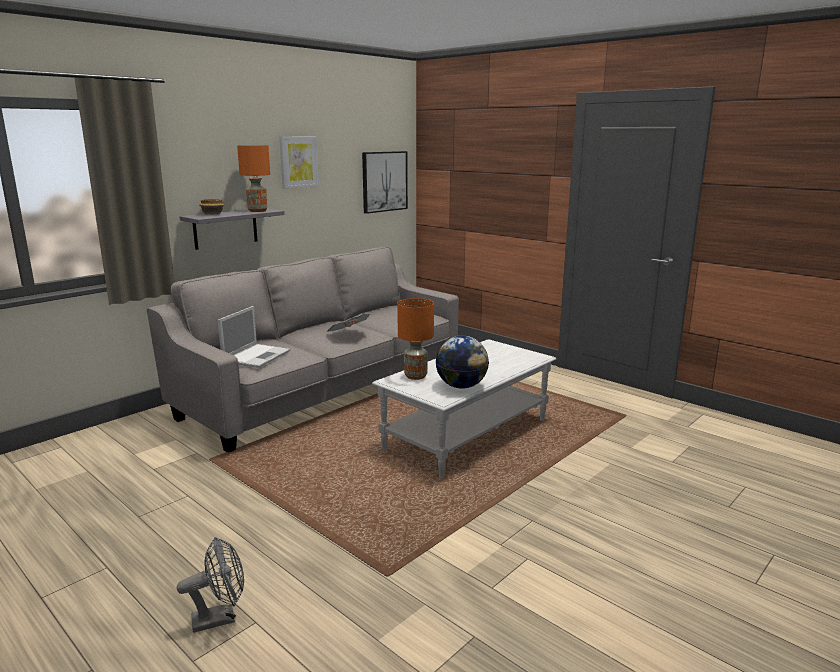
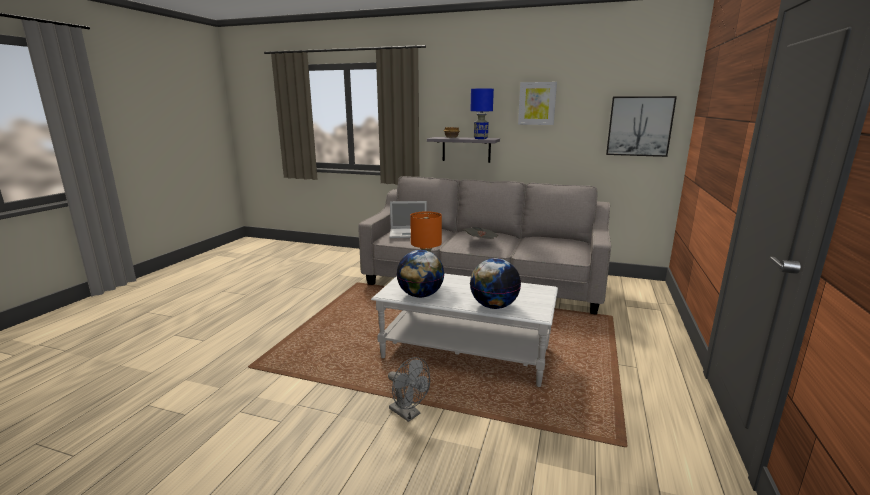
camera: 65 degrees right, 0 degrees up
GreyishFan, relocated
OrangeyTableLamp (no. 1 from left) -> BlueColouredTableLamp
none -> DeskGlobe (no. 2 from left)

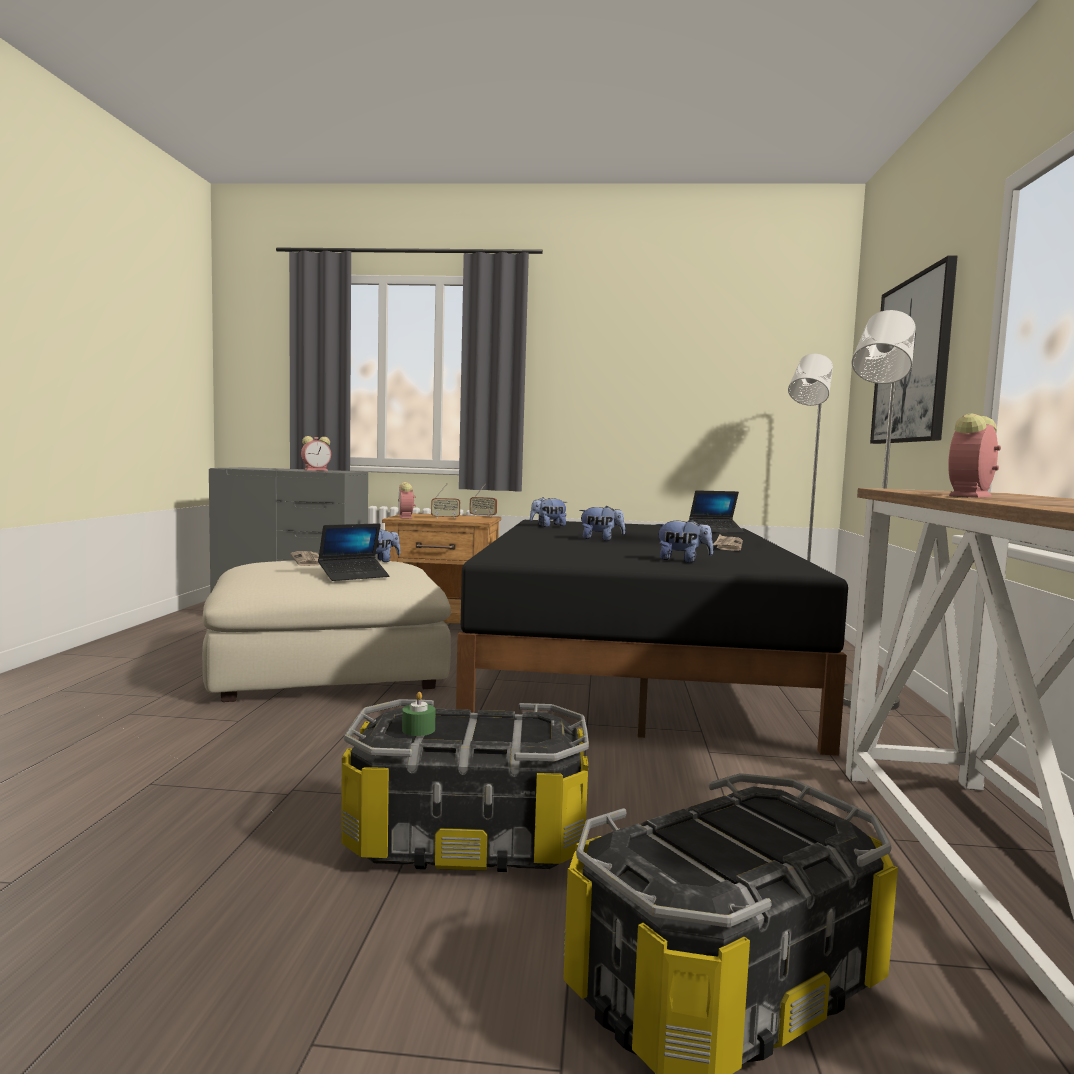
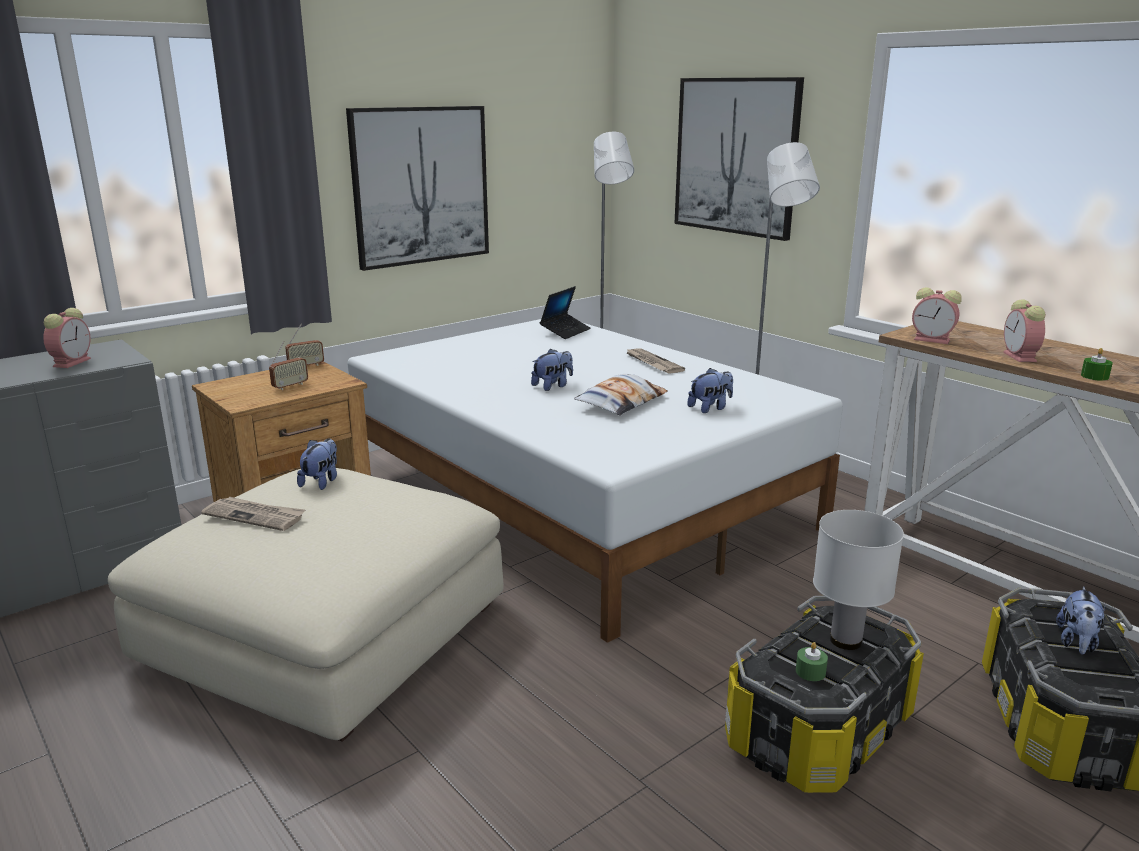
camera: 45 degrees left, 15 degrees up
Laptop (no. 1 from left) -> none
AlarmClock (no. 2 from left), relocated
BlackishBed -> WhiteBed
SoftToy (no. 2 from left in the first image) -> SoftToy (no. 4 from left), relocated
none -> WallPicture (no. 1 from left)
none -> Pillow
none -> WhiteTableLamp
none -> GreenWaxLight (no. 2 from left)

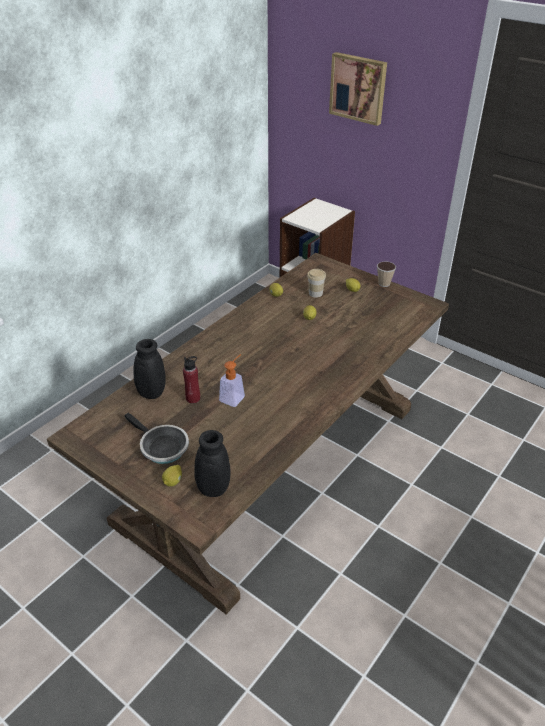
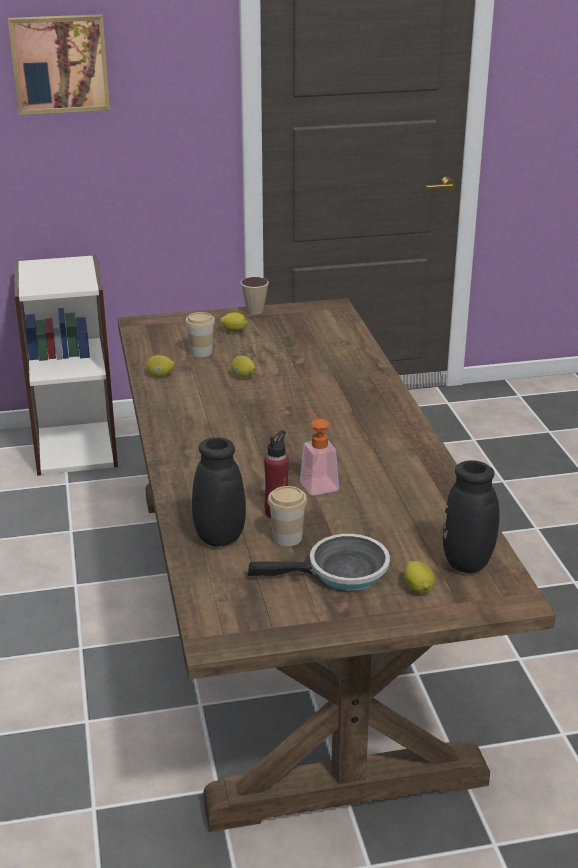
camera: 50 degrees left, 10 degrees down
none -> Cup (no. 3 from left)

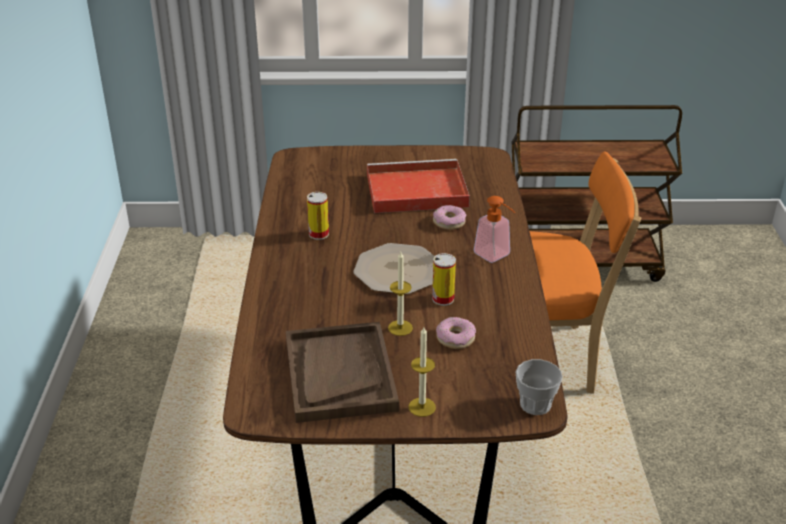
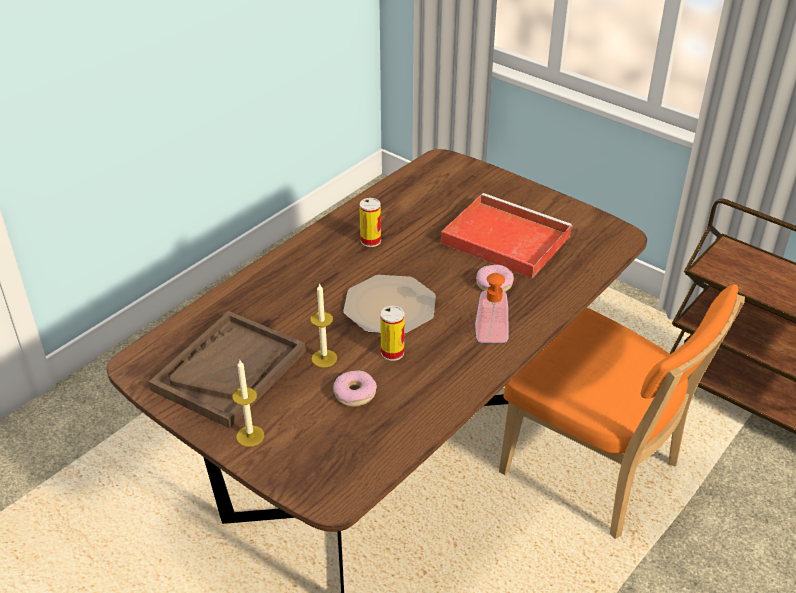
camera: 40 degrees right, 5 degrees up
Cup -> none

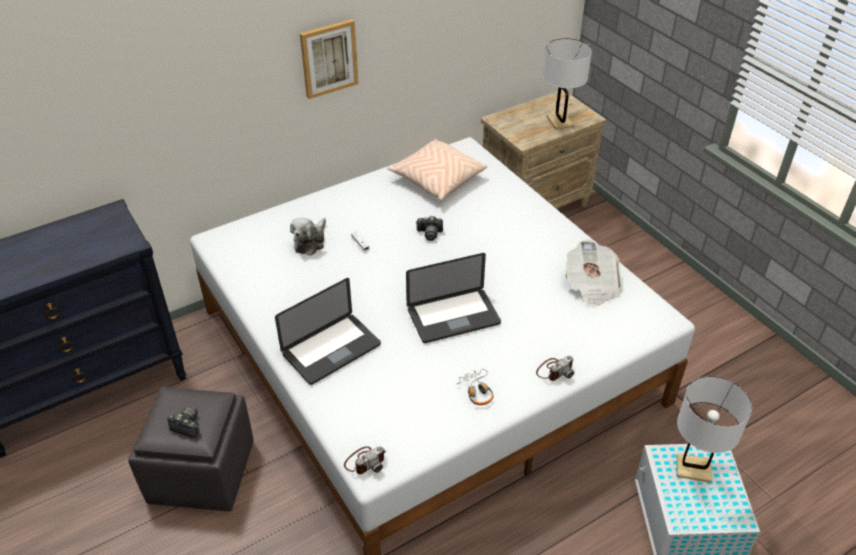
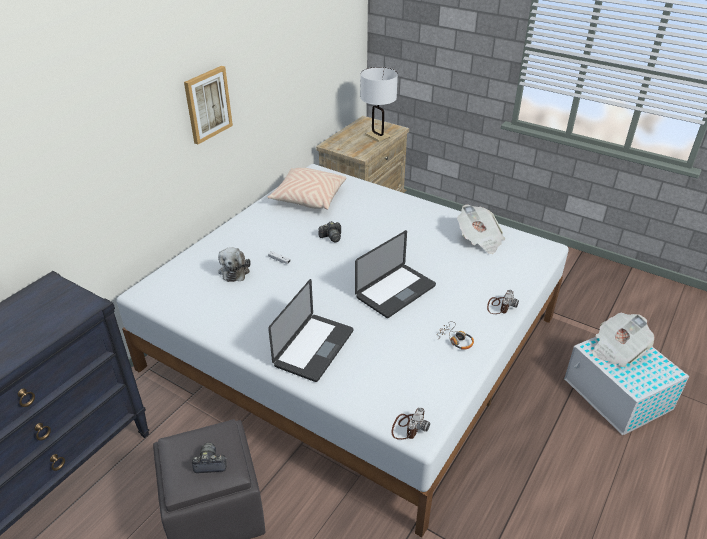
camera: 25 degrees left, 5 degrees down
WhiteTableLamp (no. 2 from left) -> DailyPaper (no. 2 from left)

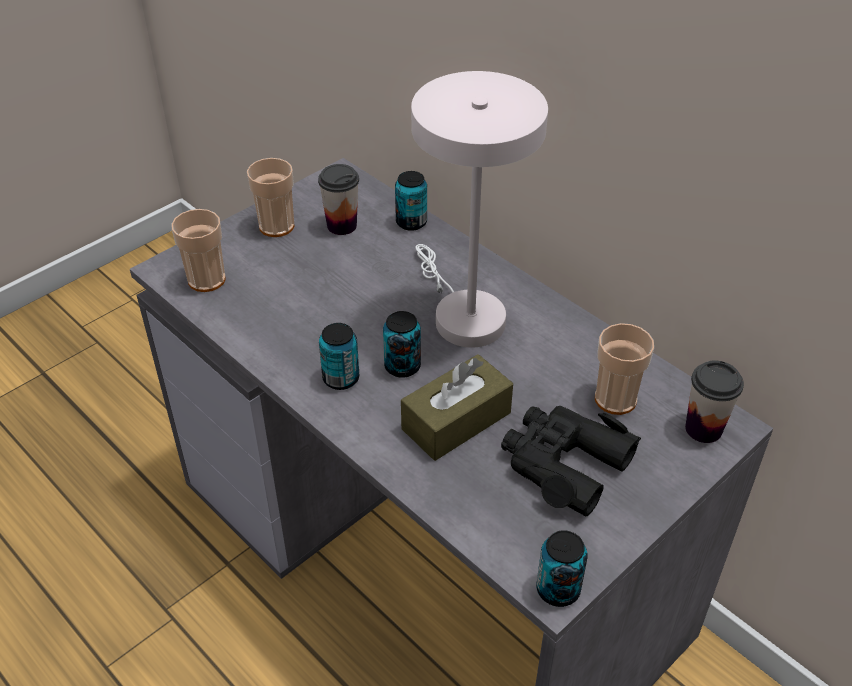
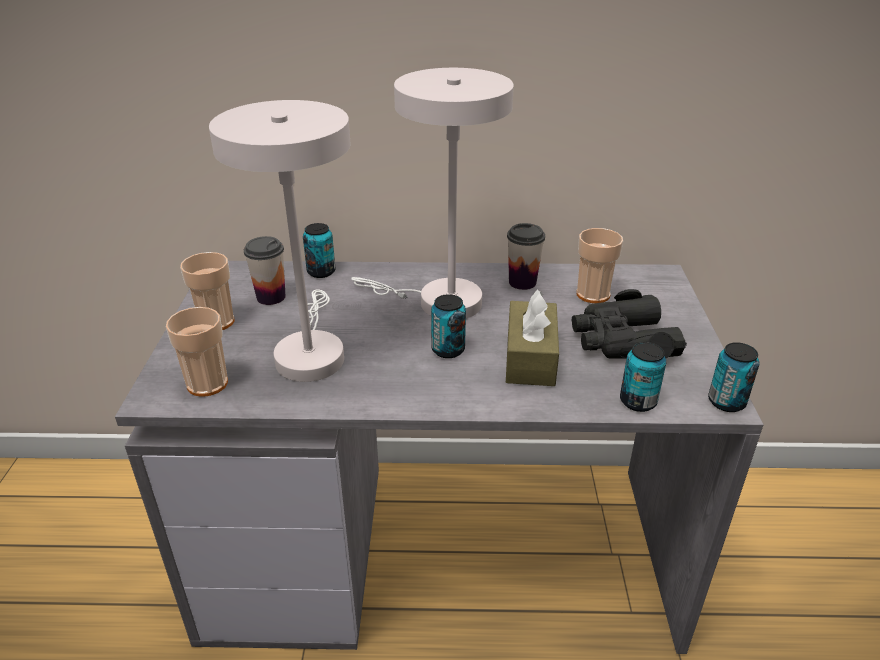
camera: 45 degrees left, 10 degrees down
MetalCan (no. 1 from left in the first image) -> MetalCan (no. 3 from left), relocated
Cup (no. 5 from left in the first image) -> Cup (no. 4 from left), relocated
none -> WhiteTableLamp (no. 1 from left)

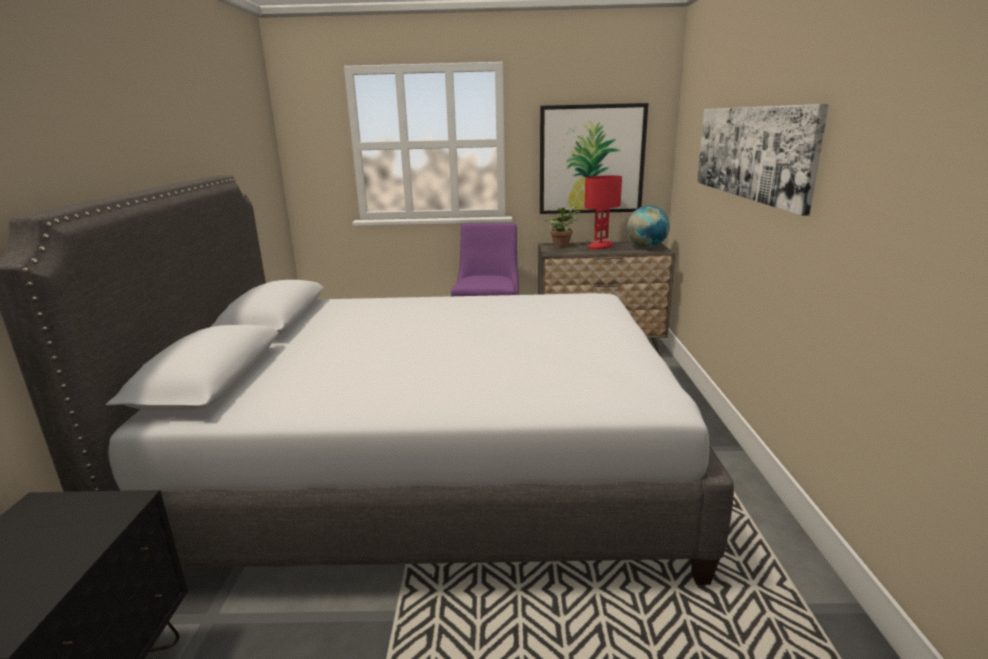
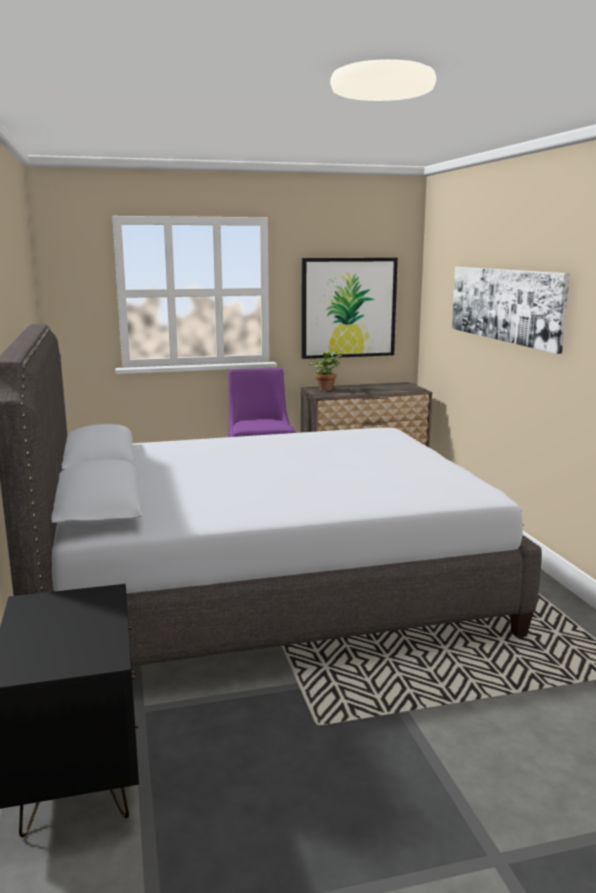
camera: 15 degrees left, 5 degrees down
RedColouredTableLamp -> none
DeskGlobe -> none

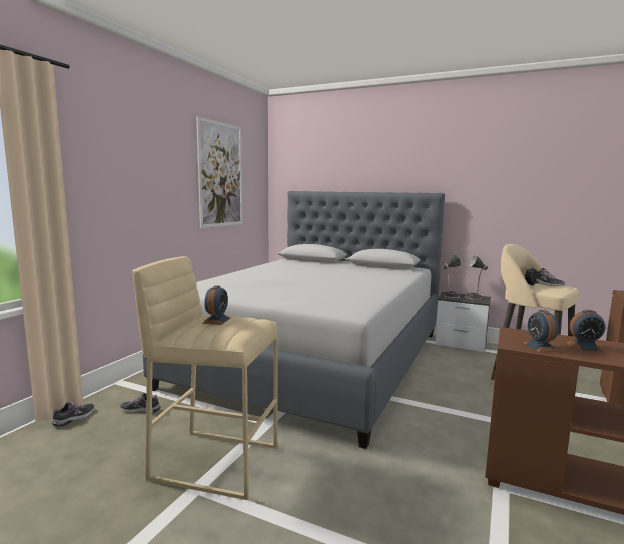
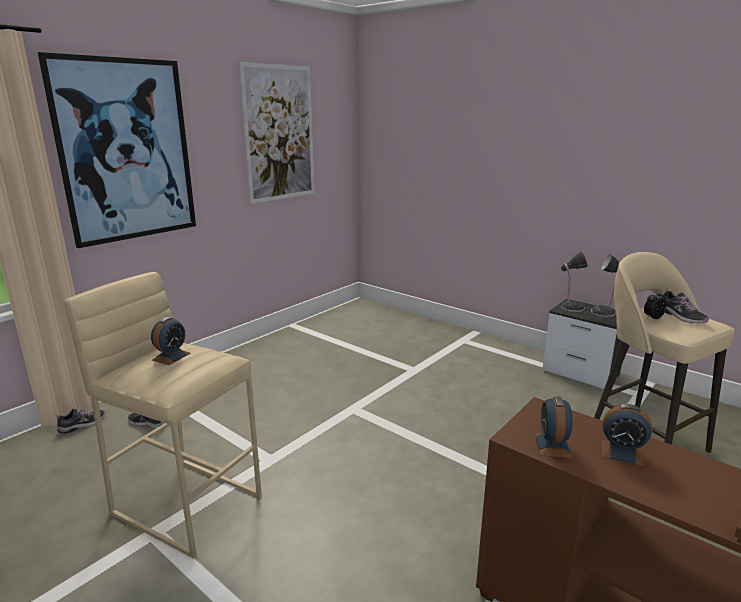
camera: 15 degrees right, 10 degrees up
GreyishBed -> none
none -> WallPicture (no. 1 from left)

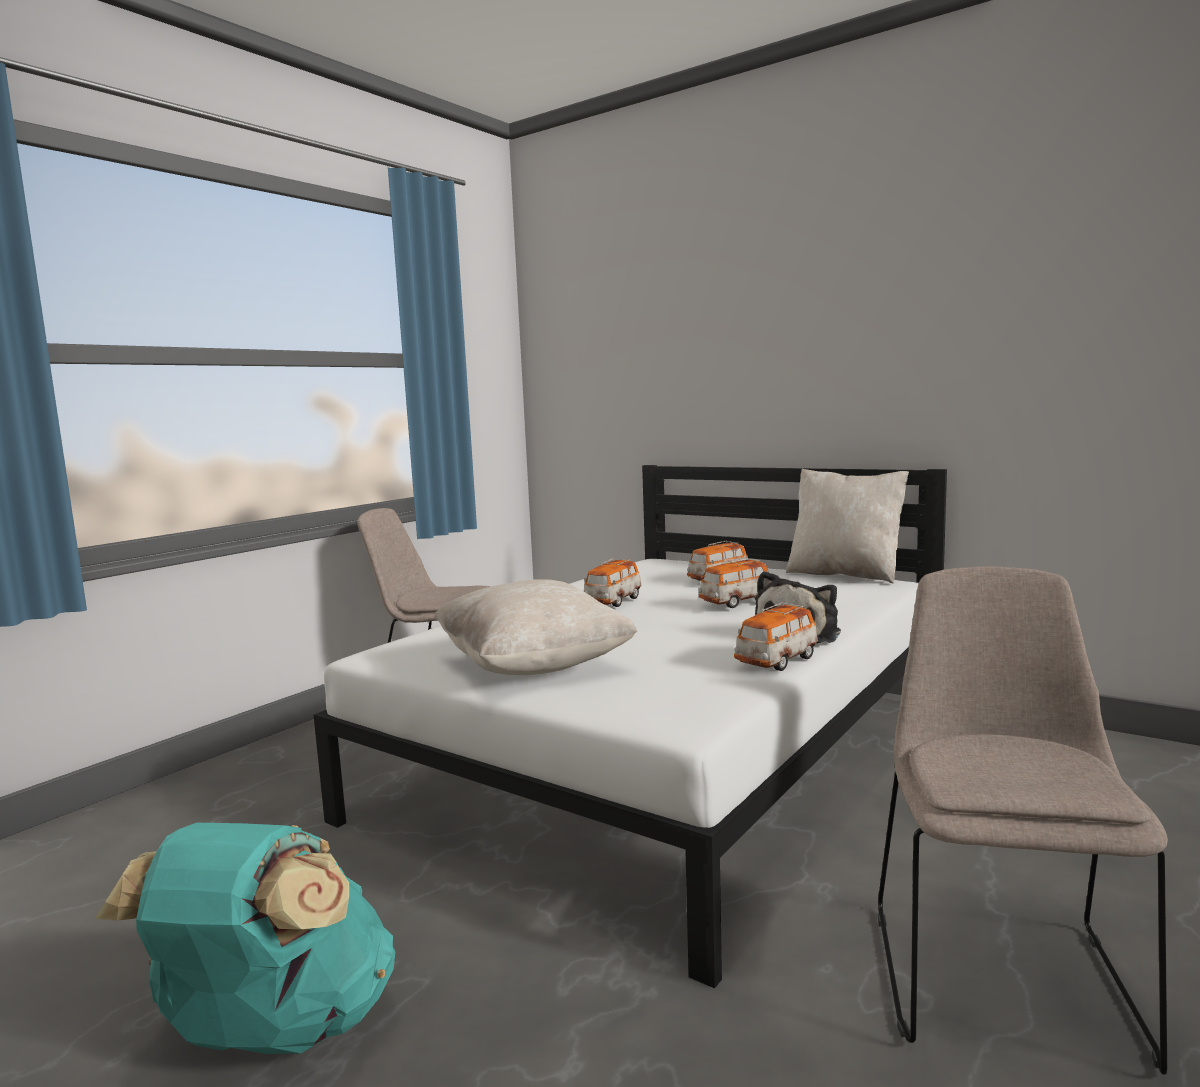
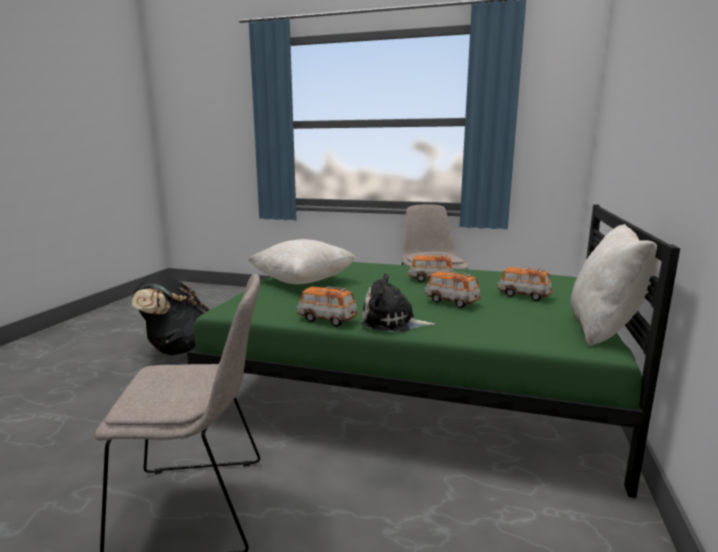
camera: 70 degrees right, 5 degrees up
TurquoiseColouredKnapsack -> BlackishKnapsack
WhiteBed -> GreenBed

